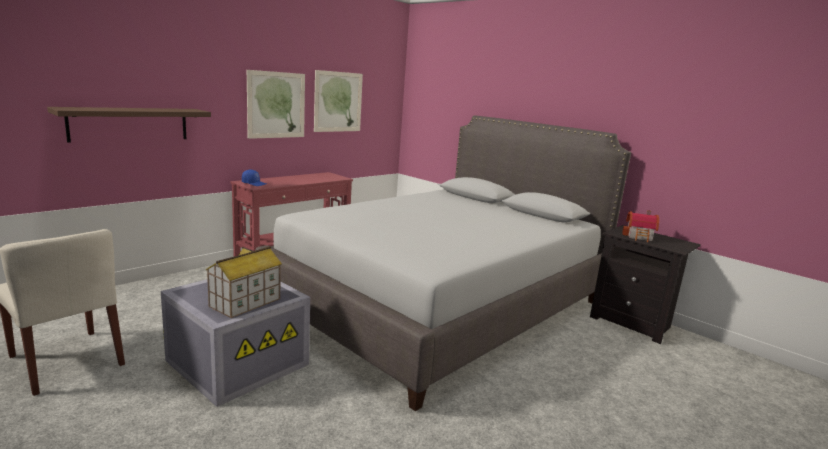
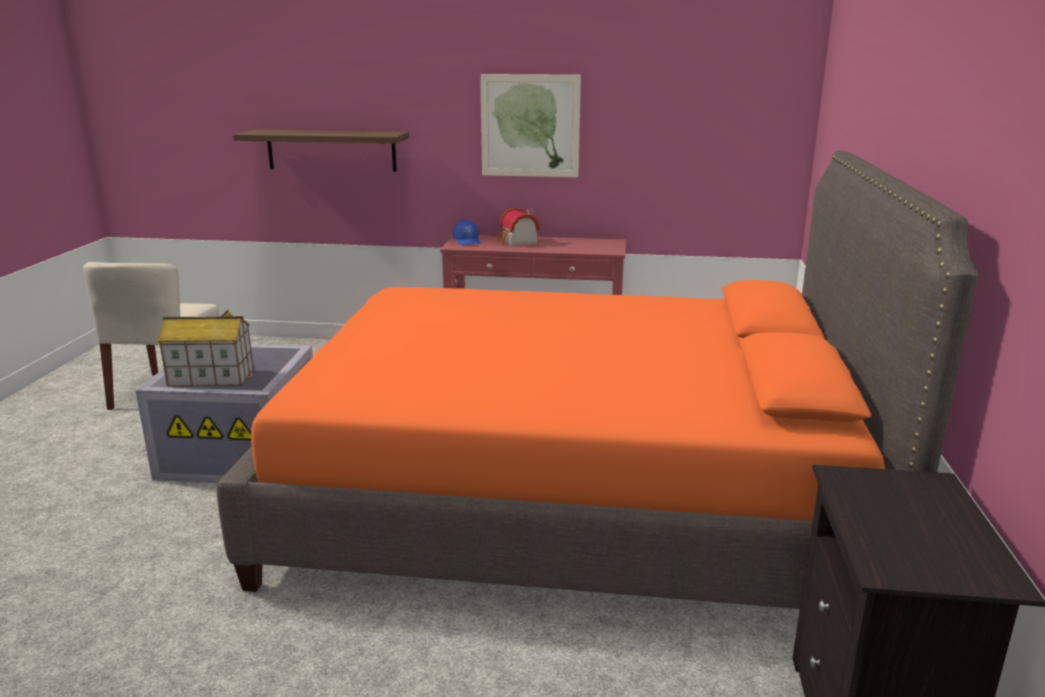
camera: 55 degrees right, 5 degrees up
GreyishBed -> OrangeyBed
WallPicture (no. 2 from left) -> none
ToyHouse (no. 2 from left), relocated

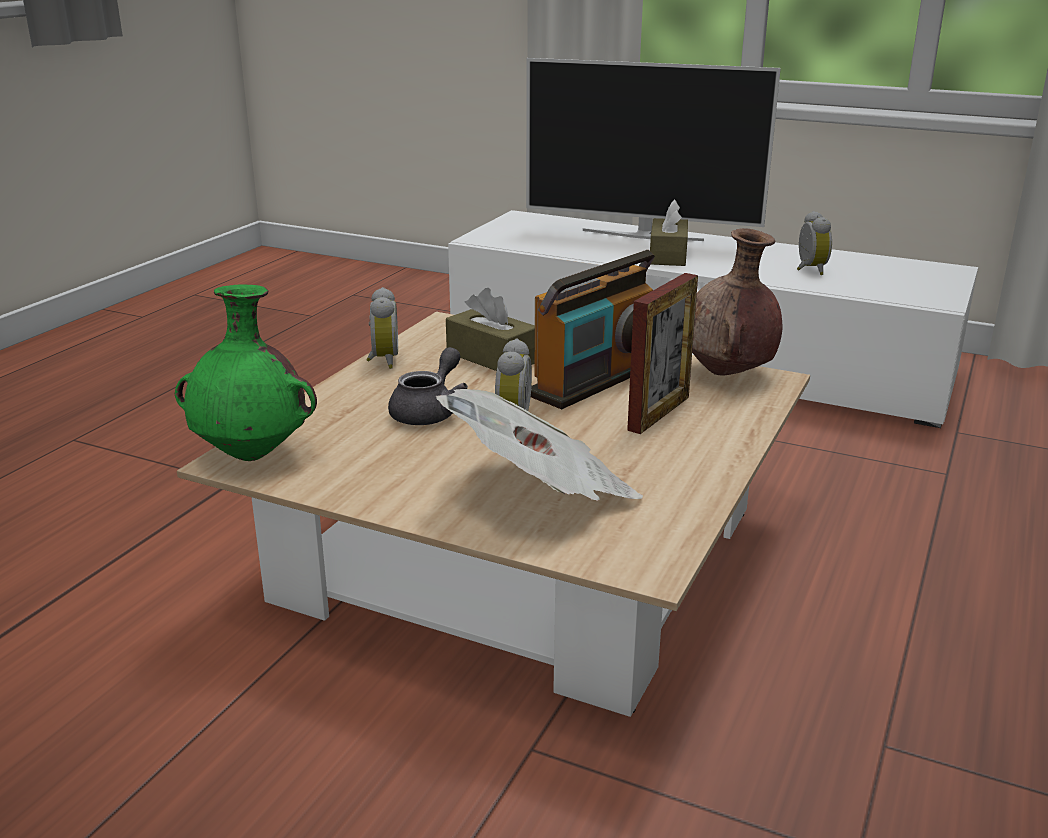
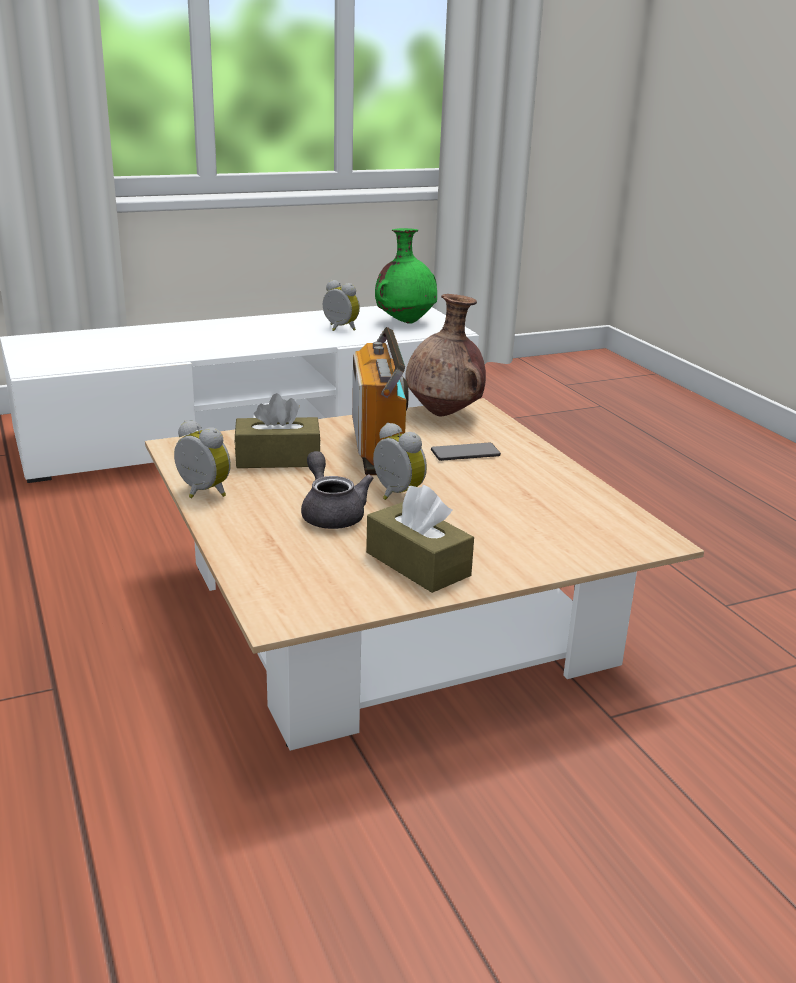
camera: 50 degrees left, 0 degrees up
GreenFlowerVase, relocated
DailyPaper -> none
Television -> none
StandingFrame -> Handset
BrownishTissueBox (no. 2 from left), relocated

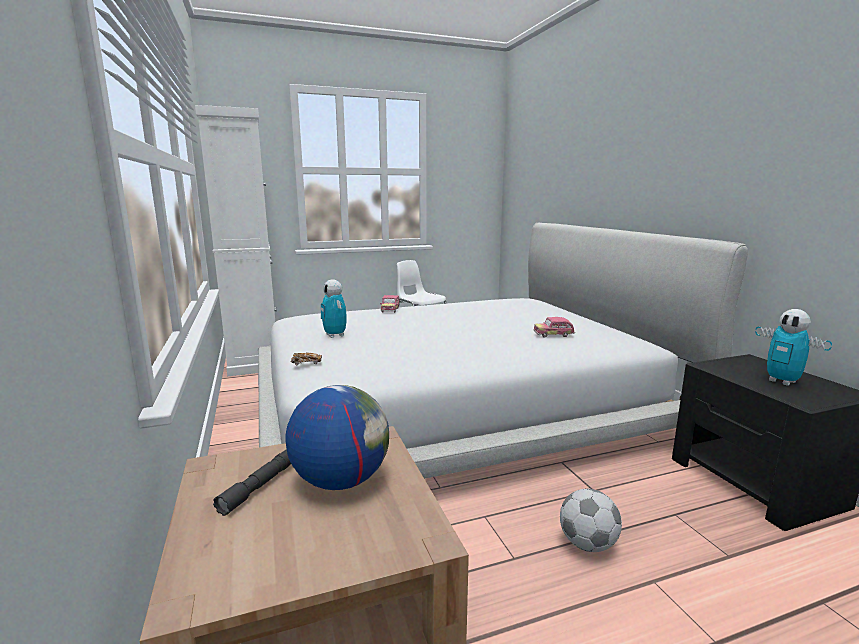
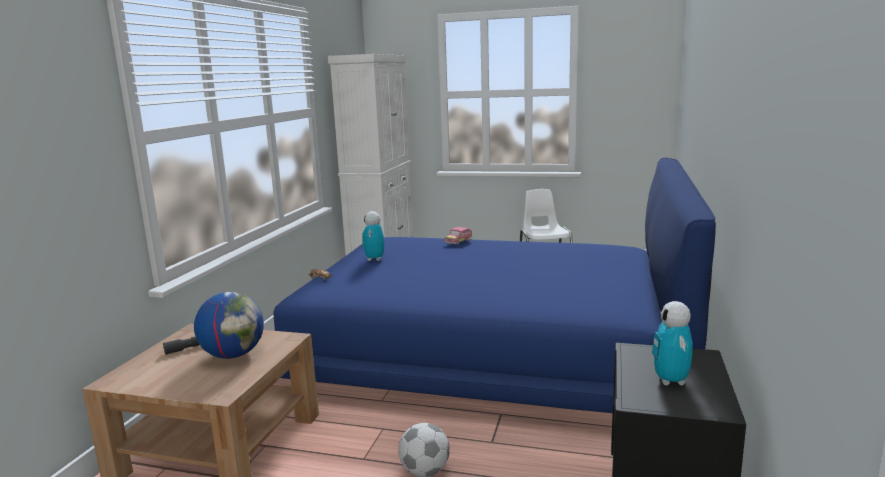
camera: 35 degrees right, 0 degrees up
WhiteBed -> BlueColouredBed
ToyCar (no. 3 from left) -> none

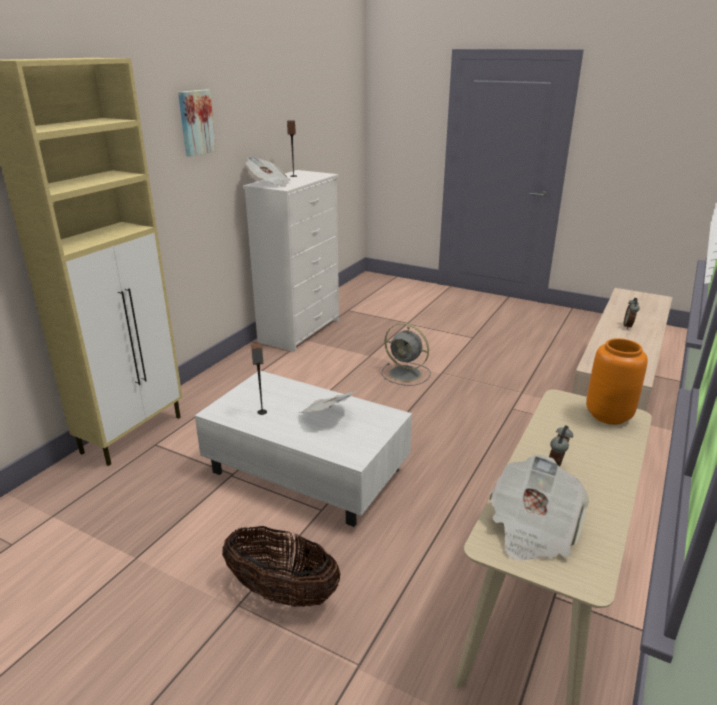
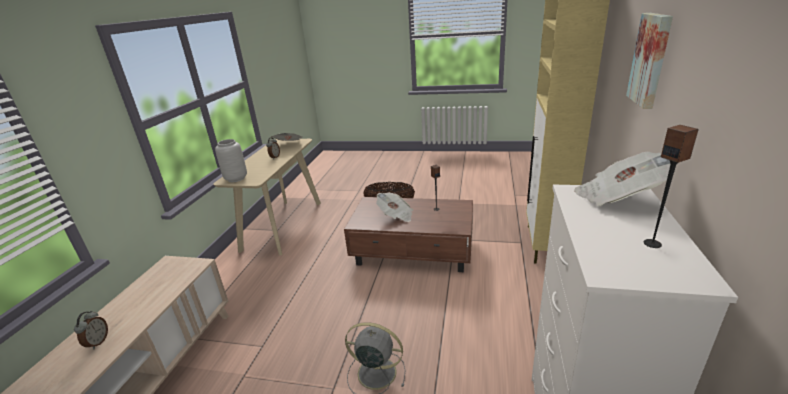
camera: 165 degrees right, 0 degrees up
WhiteLoungeTable -> BrownishLoungeTable
OrangeyFlowerVase -> GreyishFlowerVase

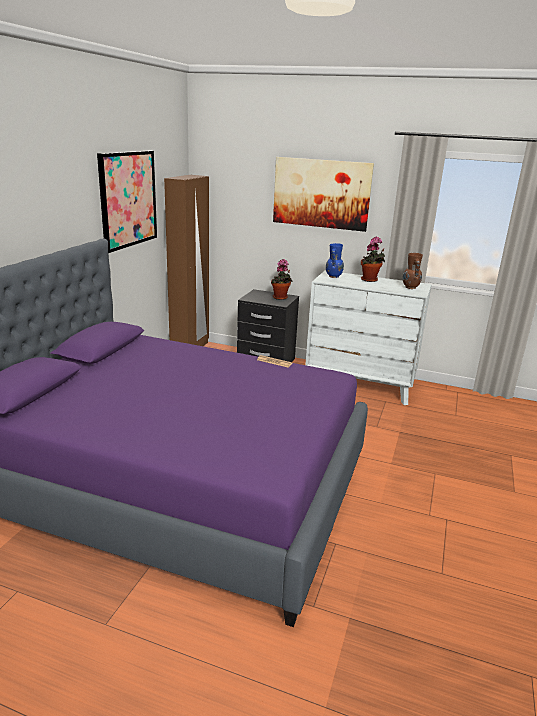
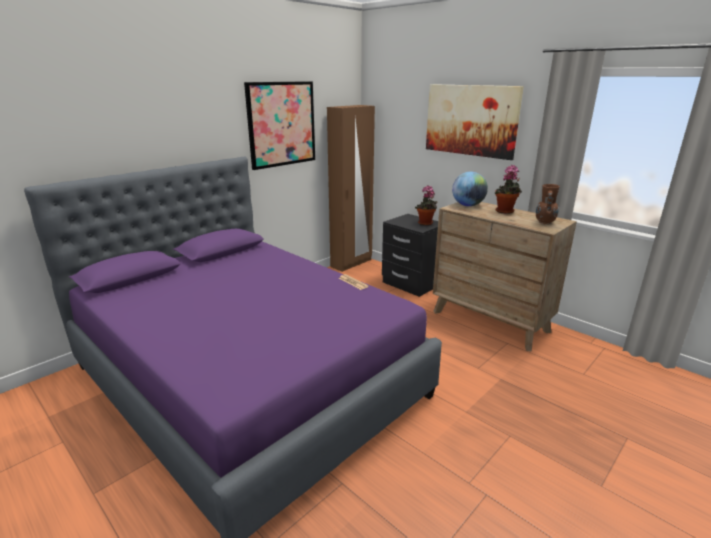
camera: 25 degrees right, 0 degrees up
WhiteDresser -> BrownishDresser
BlueColouredFlowerVase -> DeskGlobe

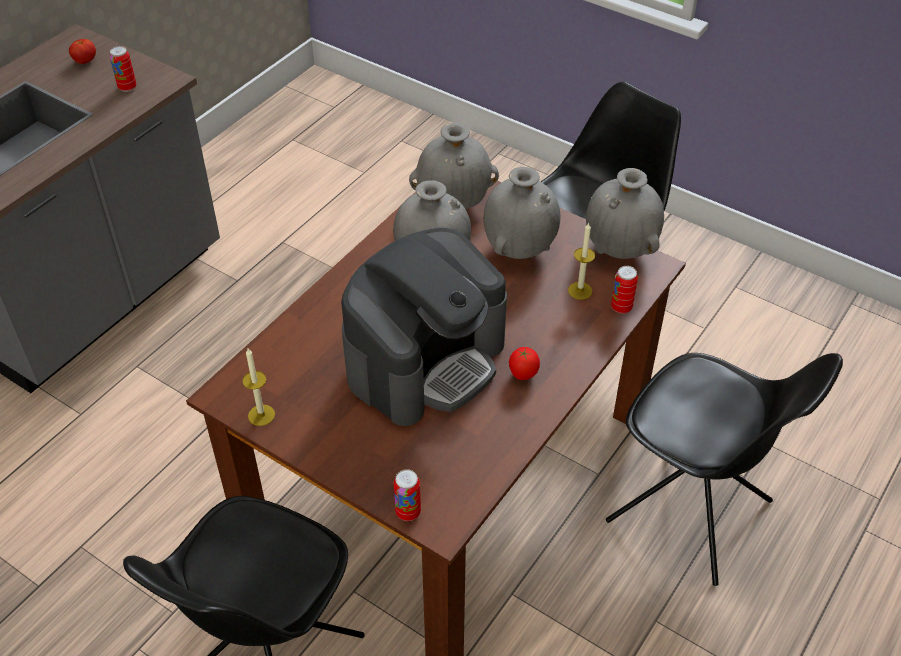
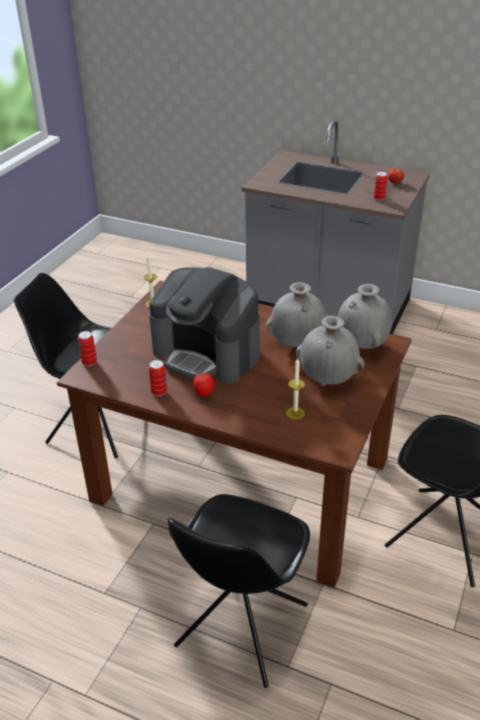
camera: 80 degrees right, 10 degrees down
GreyishFlowerVase (no. 4 from left) -> none
MetalCan (no. 3 from left in the first image) -> MetalCan (no. 2 from left), relocated

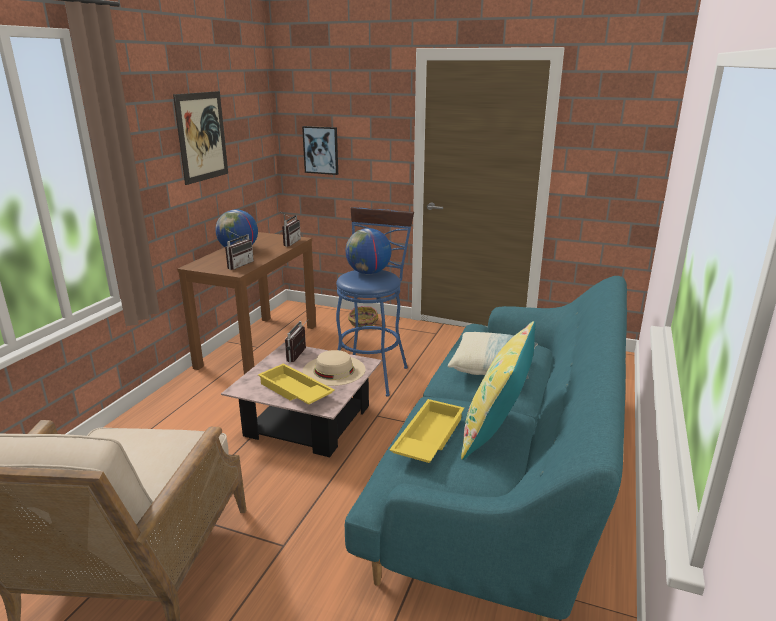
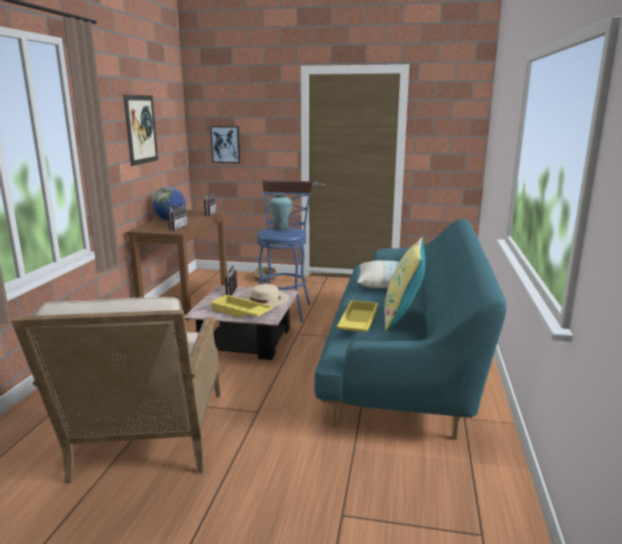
camera: 10 degrees left, 5 degrees down
DeskGlobe (no. 2 from left) -> TurquoiseColouredFlowerVase

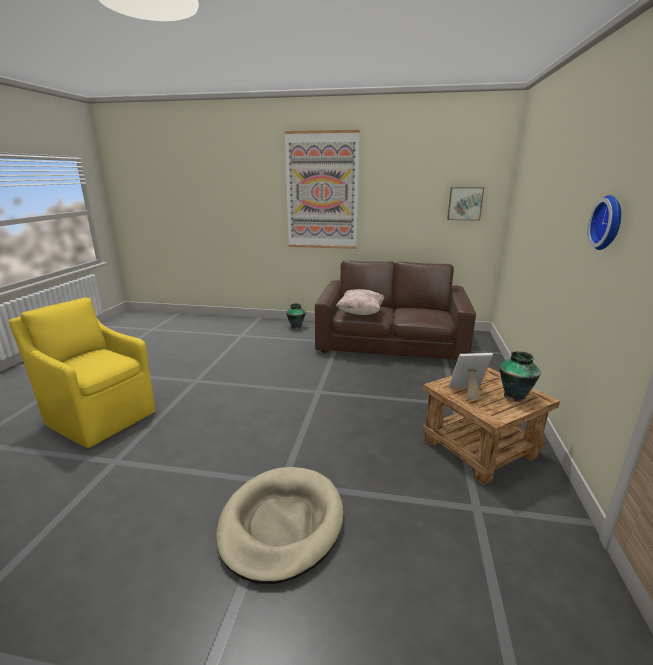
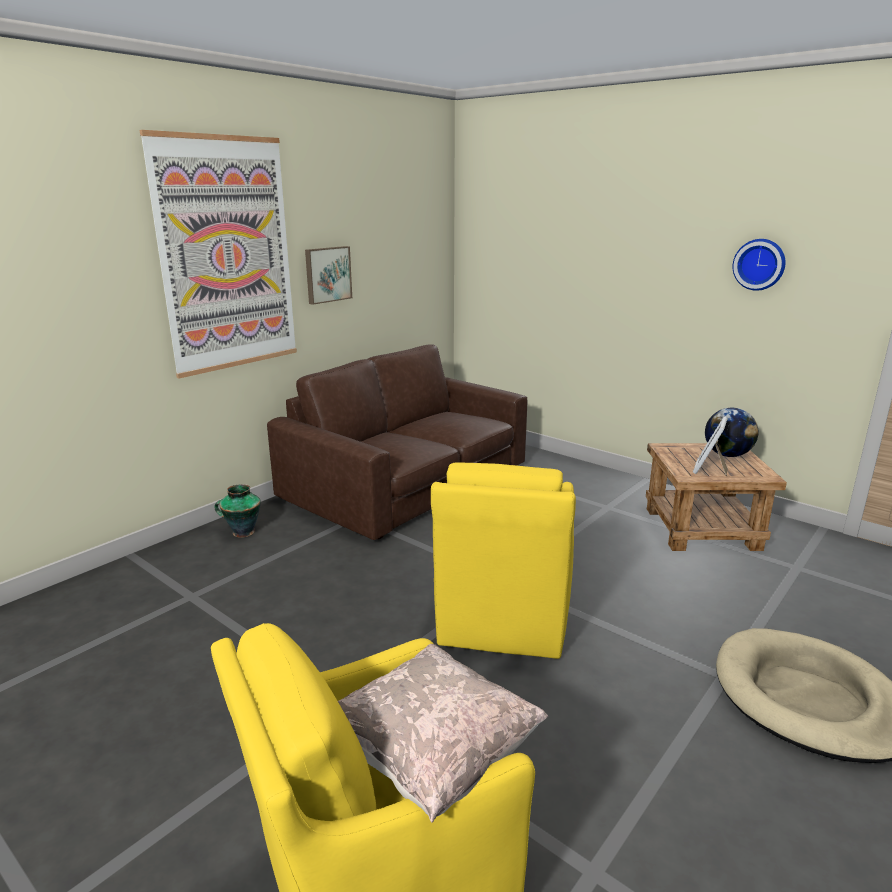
camera: 60 degrees left, 0 degrees up
BeigePillow, relocated
WallPicture (no. 2 from left), relocated
FlowerVase (no. 2 from left) -> DeskGlobe
none -> YellowLoungeChair (no. 2 from left)

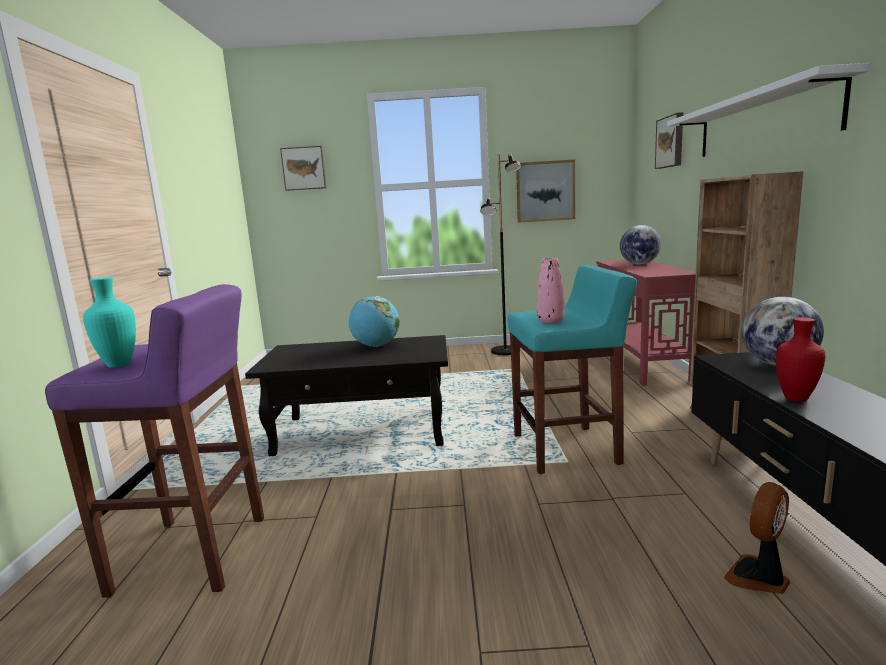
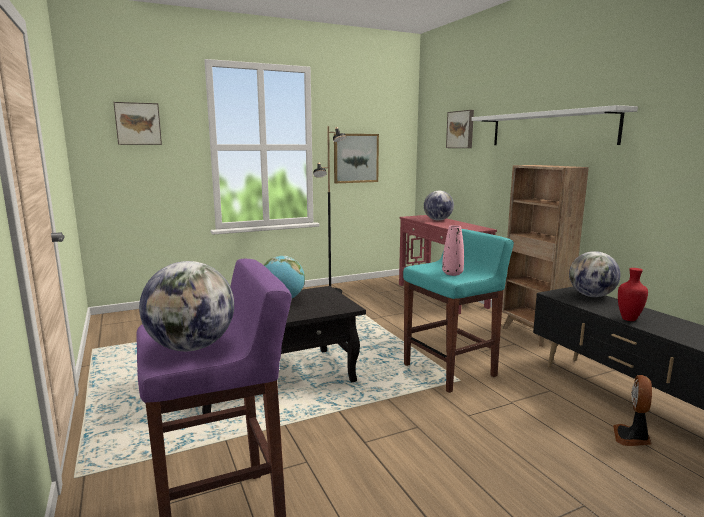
camera: 25 degrees left, 0 degrees up
TurquoiseColouredFlowerVase -> DeskGlobe (no. 1 from left)

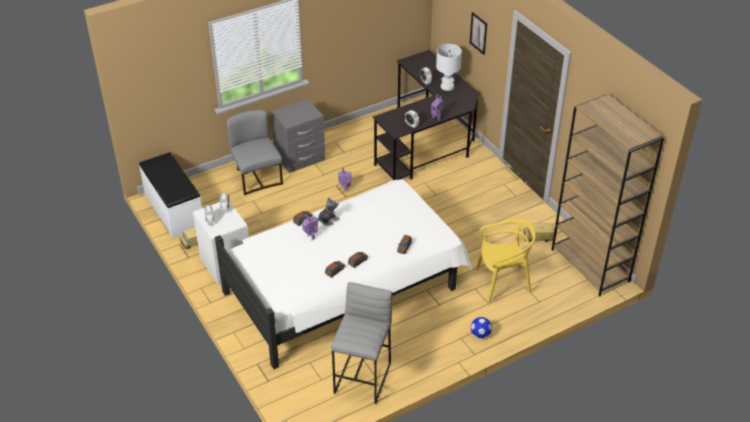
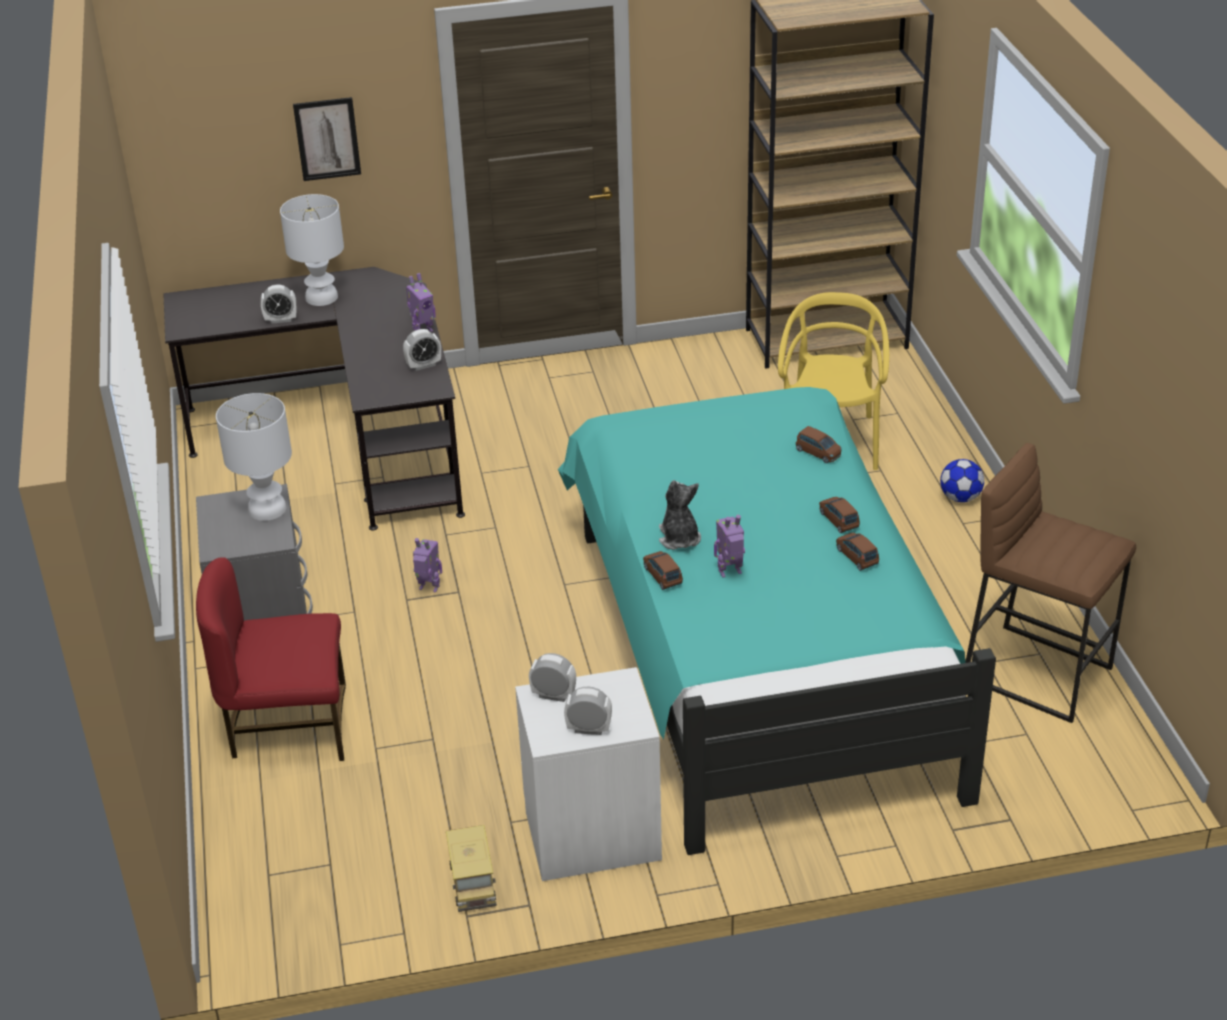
camera: 70 degrees left, 5 degrees down
WhiteLongSeat -> none
WhiteBed -> TurquoiseColouredBed
GreyishUprightChair -> RedColouredUprightChair
GreyishStoolSeat -> BrownishStoolSeat
ToyLorry (no. 2 from left) -> none
none -> WhiteTableLamp (no. 1 from left)

